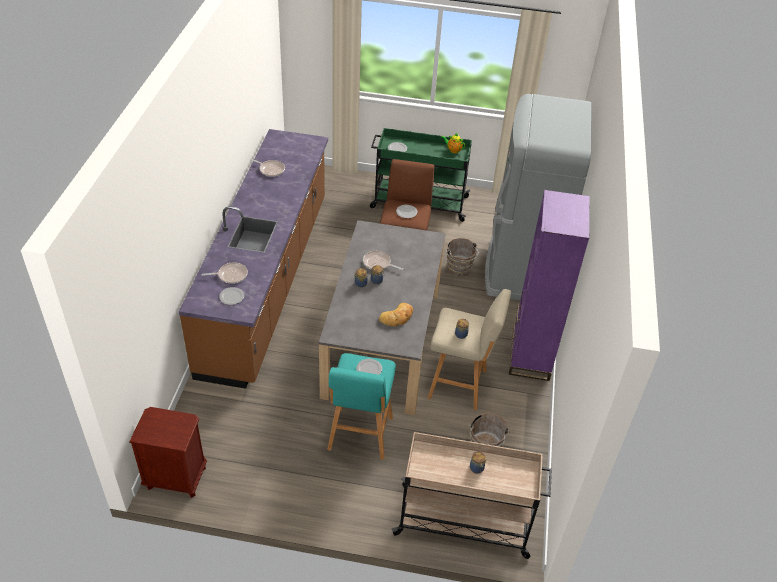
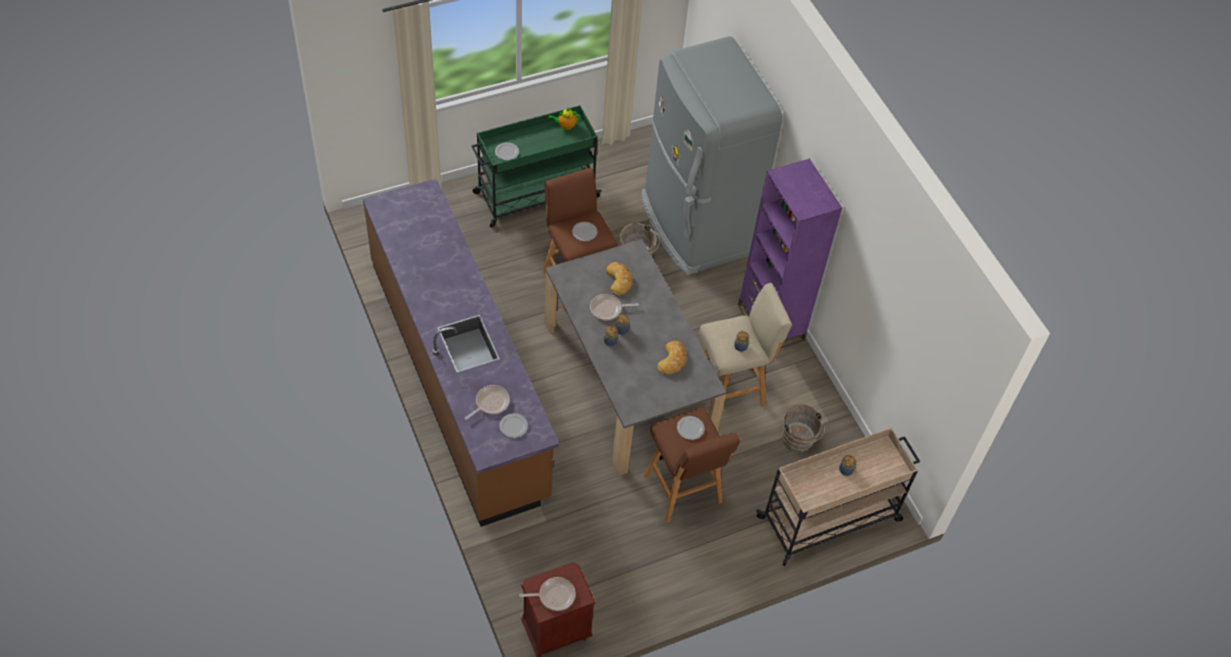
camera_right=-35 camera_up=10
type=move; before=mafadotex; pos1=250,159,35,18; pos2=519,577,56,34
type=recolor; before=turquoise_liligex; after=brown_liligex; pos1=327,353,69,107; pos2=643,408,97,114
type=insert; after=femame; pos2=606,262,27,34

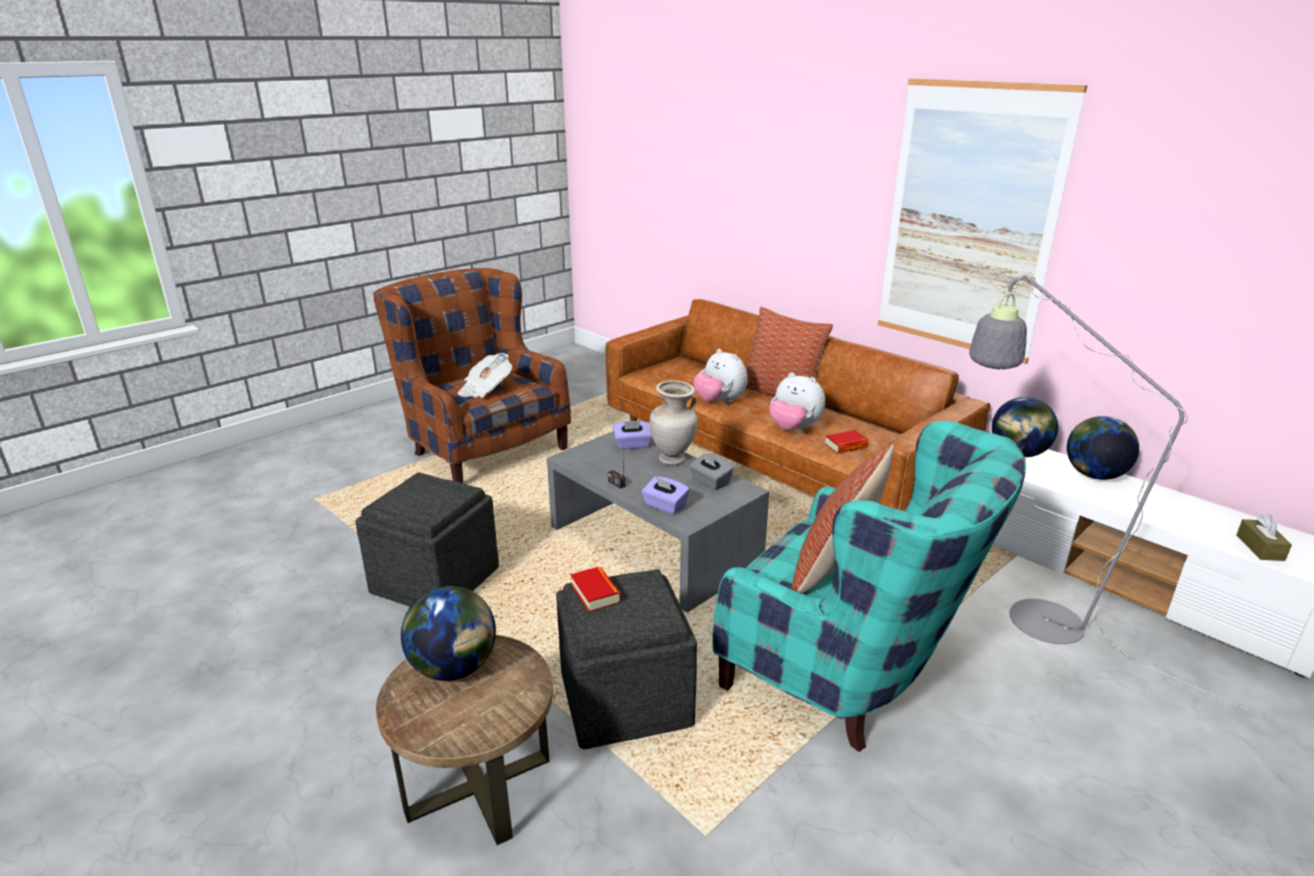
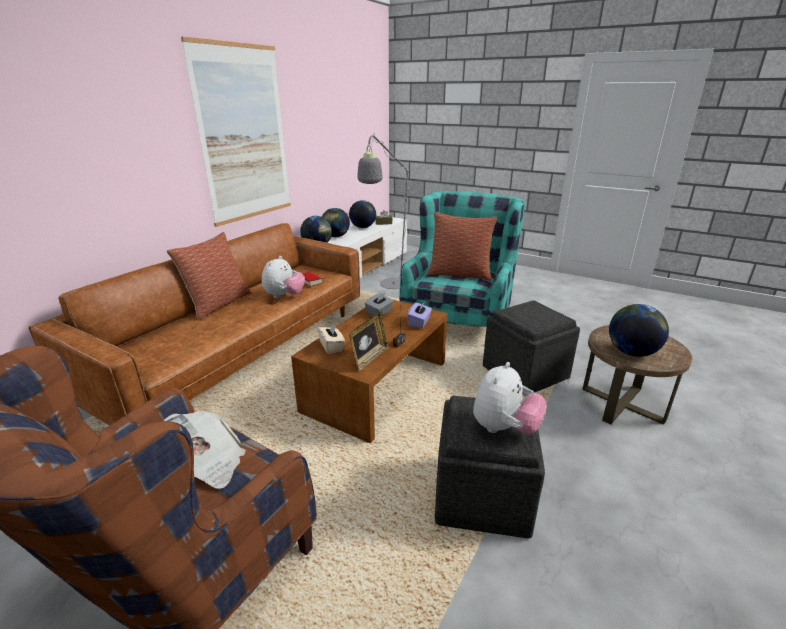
camera_right=-105 camera_up=0
type=recolor; before=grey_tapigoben; after=brown_tapigoben; pos1=547,431,222,182; pos2=291,300,157,143
type=delete; before=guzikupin; pos1=570,567,51,45
type=recolor; before=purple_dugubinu; after=beige_dugubinu; pos1=612,421,40,29; pos2=317,323,28,31
type=delete; before=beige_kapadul; pos1=650,380,48,85
type=move; before=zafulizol; pos1=694,349,54,53; pos2=473,362,74,73
type=insert; after=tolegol; pos2=349,200,27,28
type=insert; after=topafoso; pos2=349,312,41,59

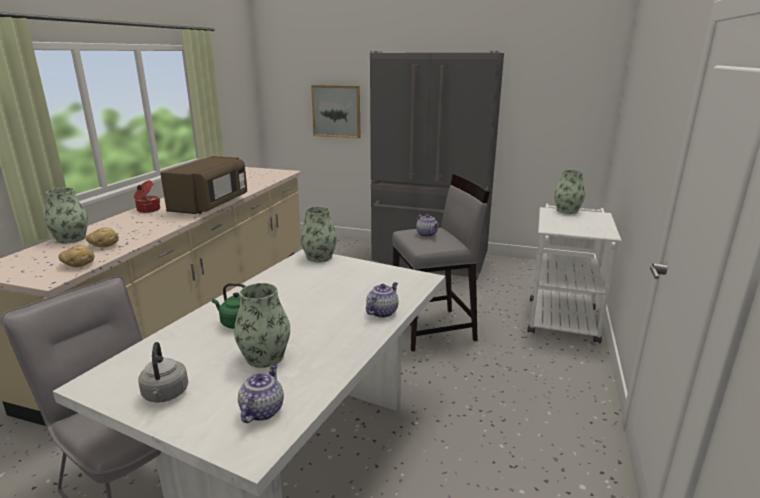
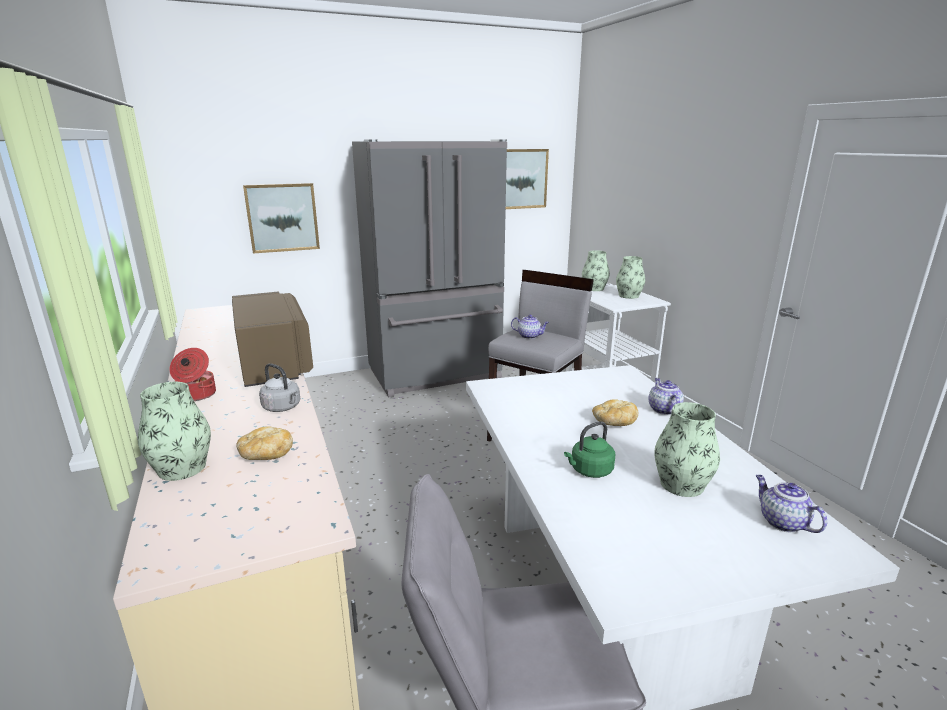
camera_right=-40 camera_up=0
type=move; before=femame; pos1=58,245,37,22; pos2=592,399,46,27
type=move; before=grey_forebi; pos1=138,342,50,61; pos2=259,363,41,49
type=move; before=kapadul; pos1=300,207,37,55; pos2=616,256,29,43
type=insert; after=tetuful; pos2=506,149,43,60

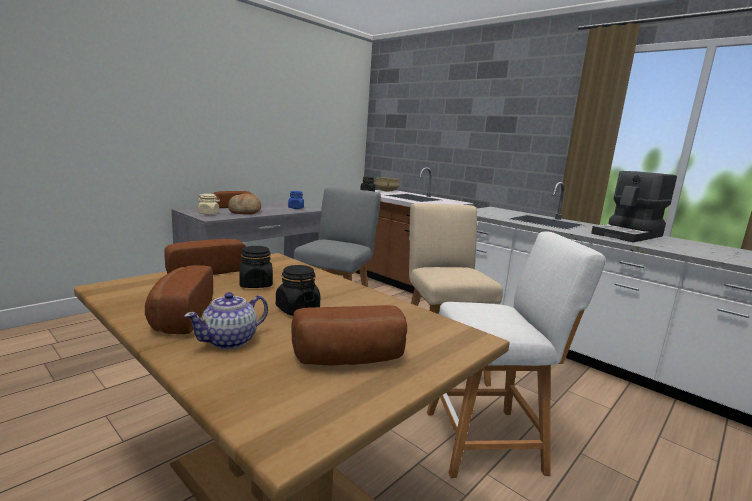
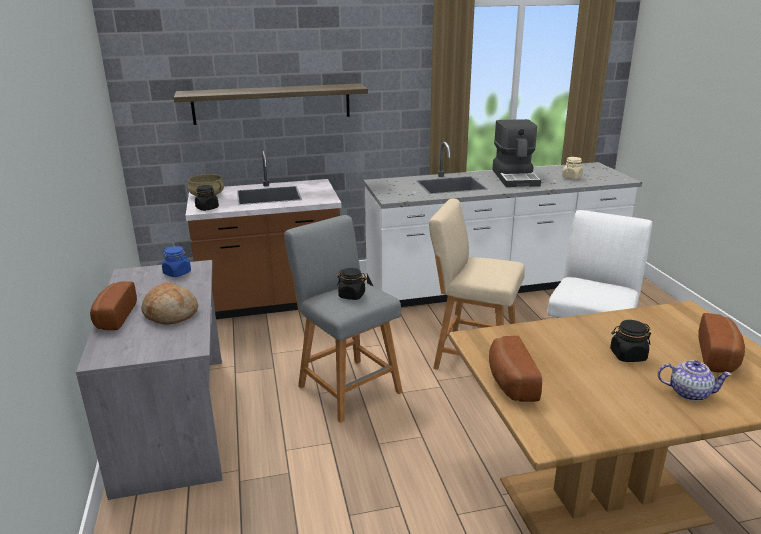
camera_right=-55 camera_up=10
type=delete; before=femame; pos1=145,265,68,69
type=rotate; before=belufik; pos1=184,292,84,57; pos2=658,360,74,41; turn=-60
type=move; before=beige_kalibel; pos1=198,194,22,21; pos2=562,157,21,22
type=move; before=black_kalibel; pos1=239,246,34,42; pos2=337,268,30,32
type=insert; after=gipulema; pos2=174,83,194,42

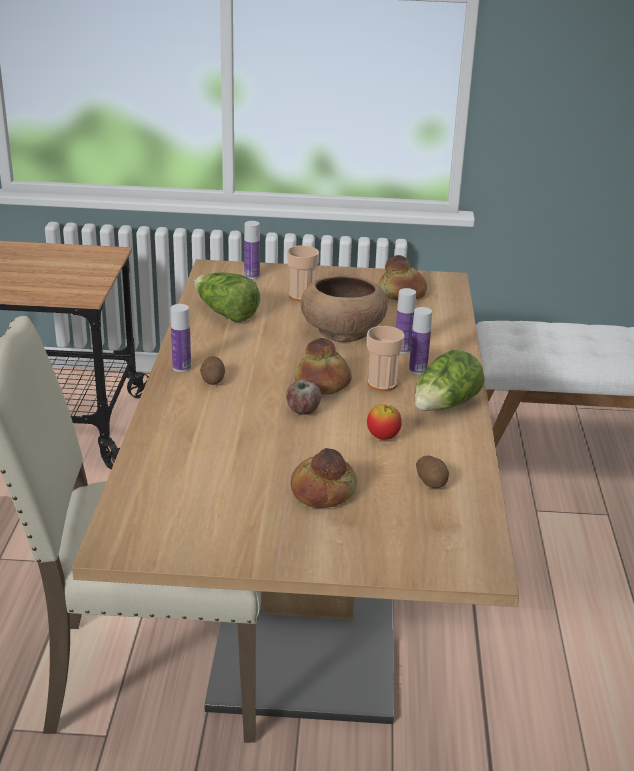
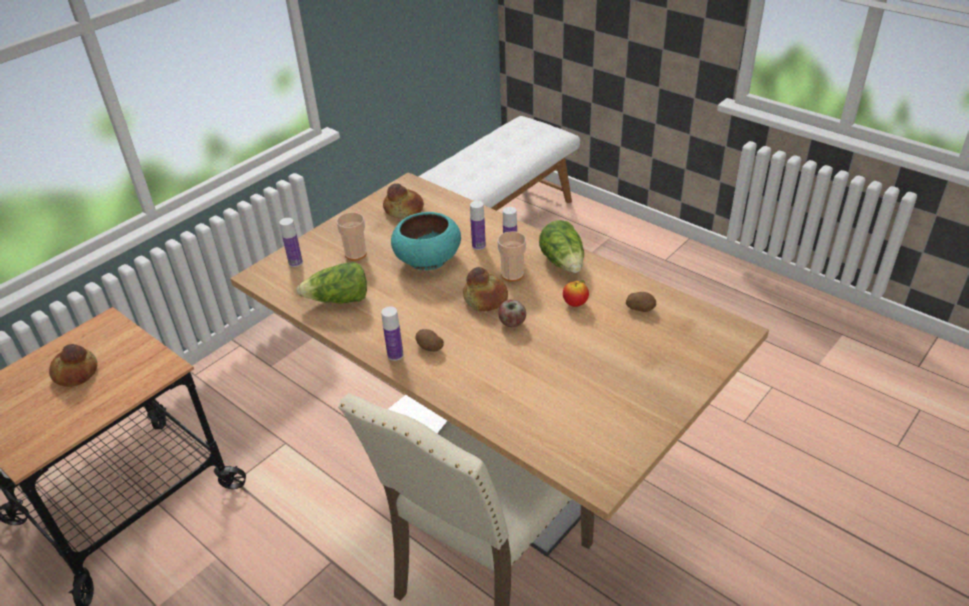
camera_right=-50 camera_up=10
type=move; before=femame; pos1=291,448,67,60; pos2=49,344,49,43
type=recolor; before=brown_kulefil; after=turquoise_kulefil; pos1=301,275,87,67; pos2=391,212,70,58

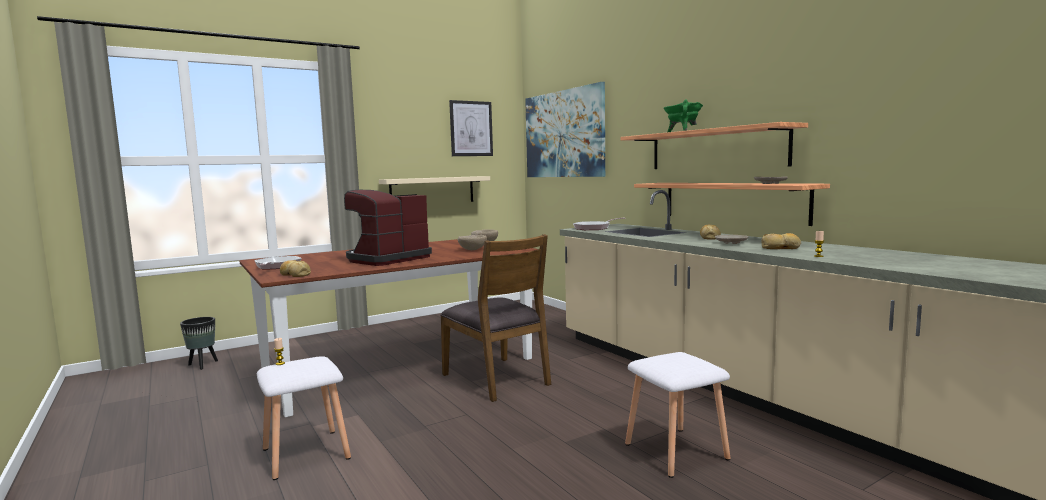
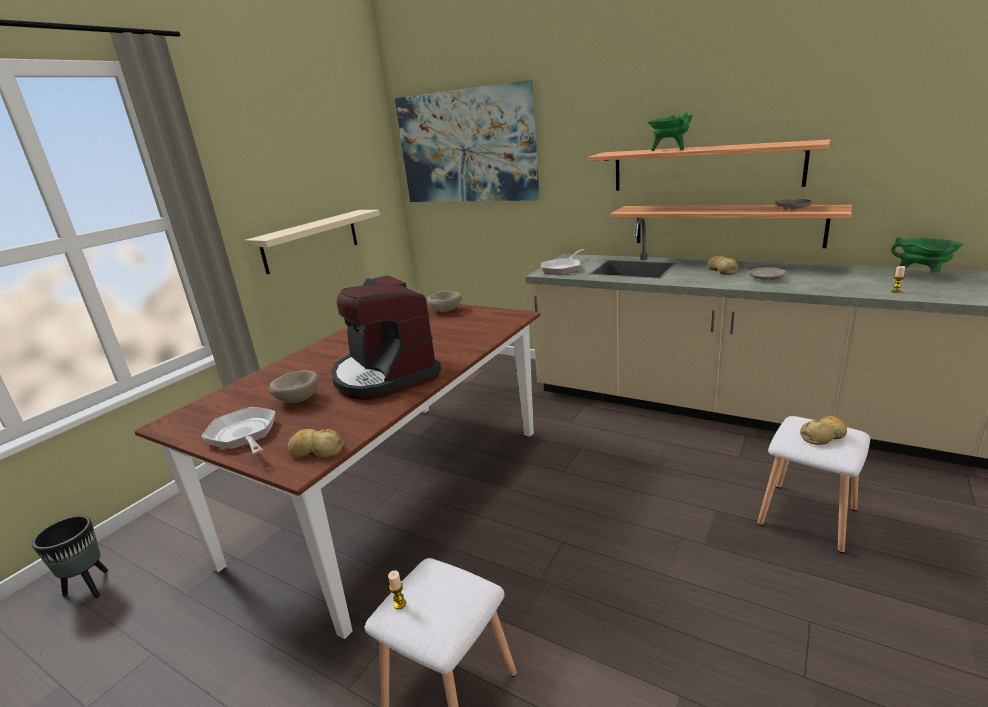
camera_right=-25 camera_up=15
type=rotate; before=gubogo; pos1=344,190,88,76; pos2=331,275,110,125; turn=-45
type=delete; before=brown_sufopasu; pos1=440,234,111,168
type=delete; before=tetuful; pos1=449,100,44,56
type=move; before=beige_kulefil; pos1=458,235,29,15; pos2=269,370,50,33
type=move; before=femame; pos1=761,233,40,16; pos2=800,416,47,29
type=insert; after=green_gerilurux; pos2=891,237,72,36

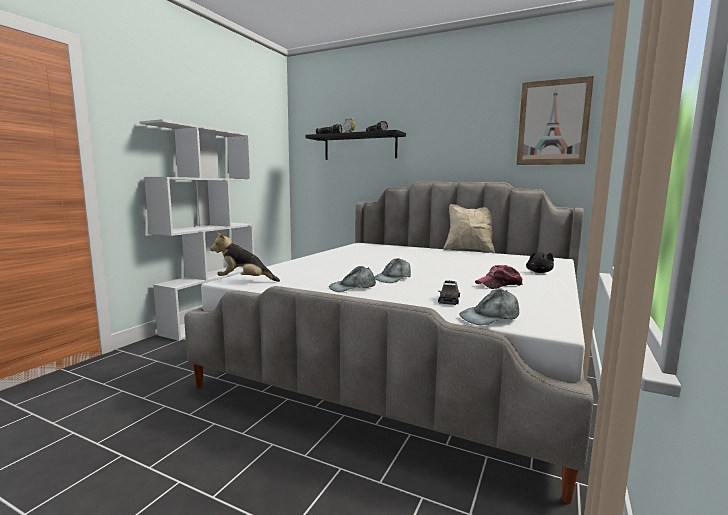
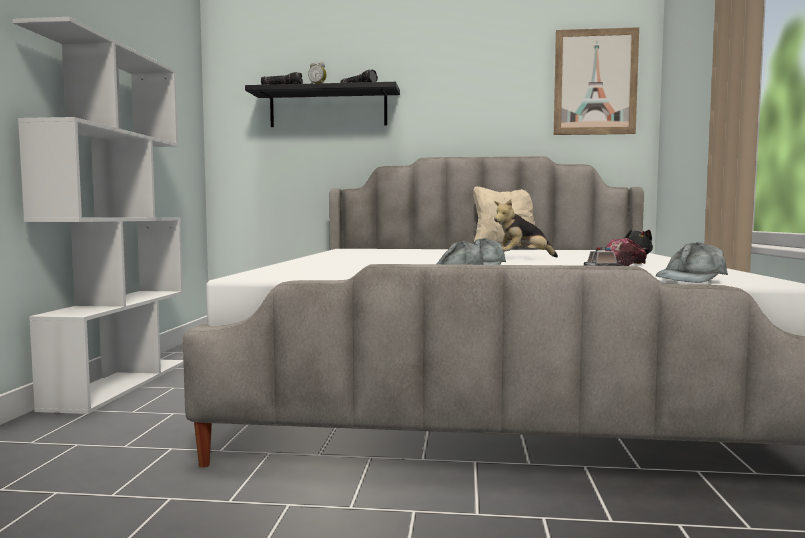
camera_right=-20 camera_up=-5
type=move; before=zafulizol; pos1=210,233,70,49; pos2=494,199,64,59

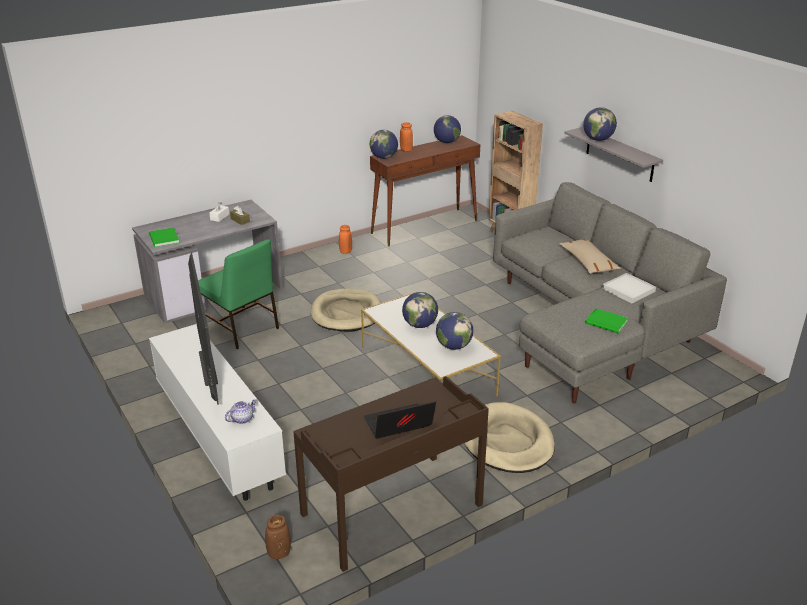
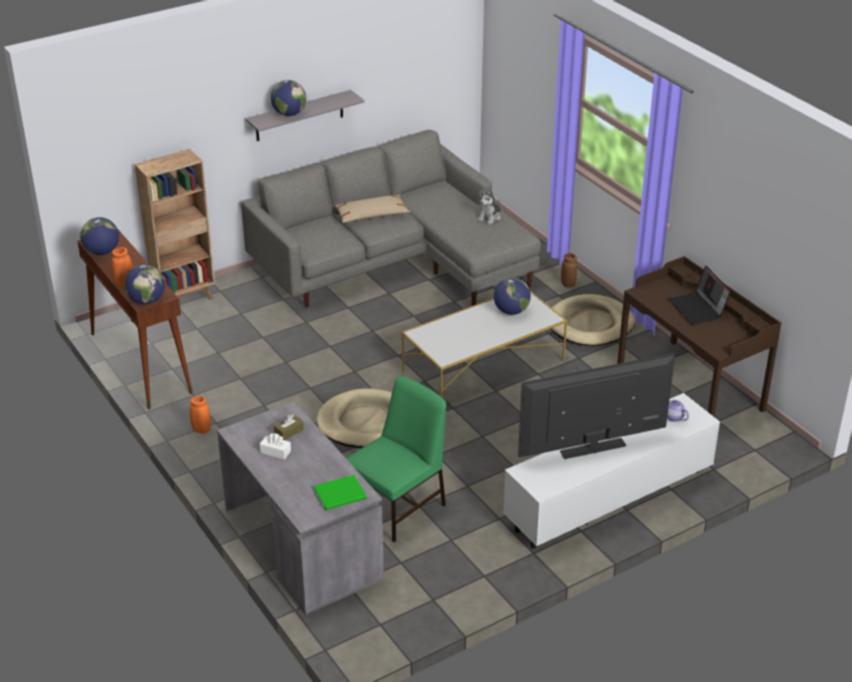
camera_right=-90 camera_up=5
type=move; before=brown_kapadul; pos1=265,515,26,44; pos2=561,253,16,35
type=delete; before=tolegol; pos1=402,292,36,36
type=replace; before=green_guzikupin; after=zafulizol; pos1=585,308,43,25; pos2=478,190,23,35
type=delete; before=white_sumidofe; pos1=602,273,54,30

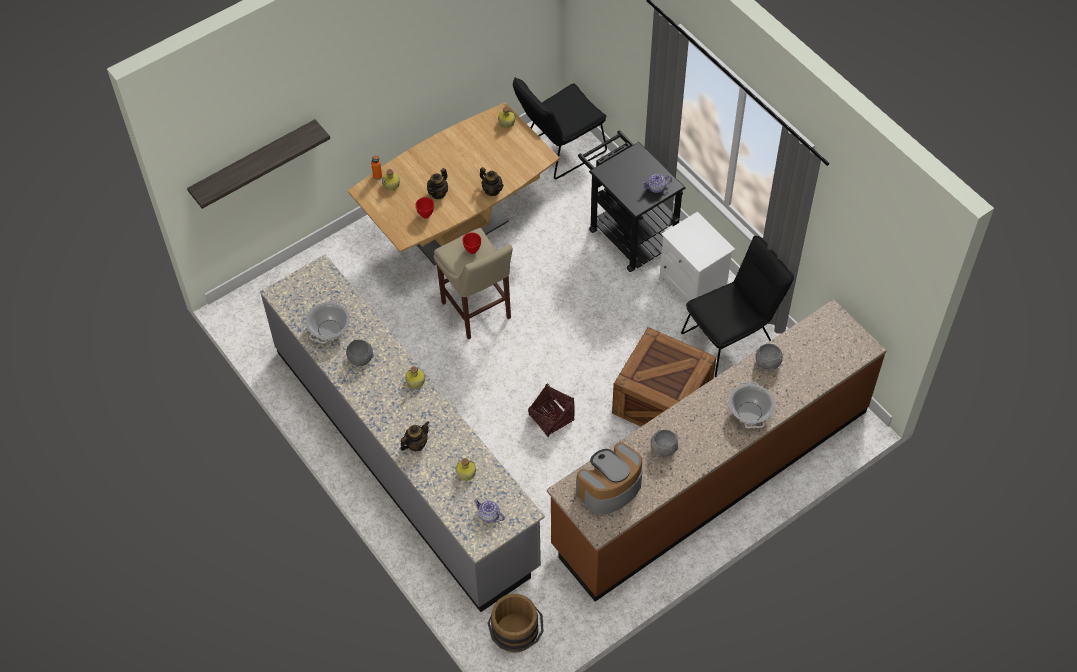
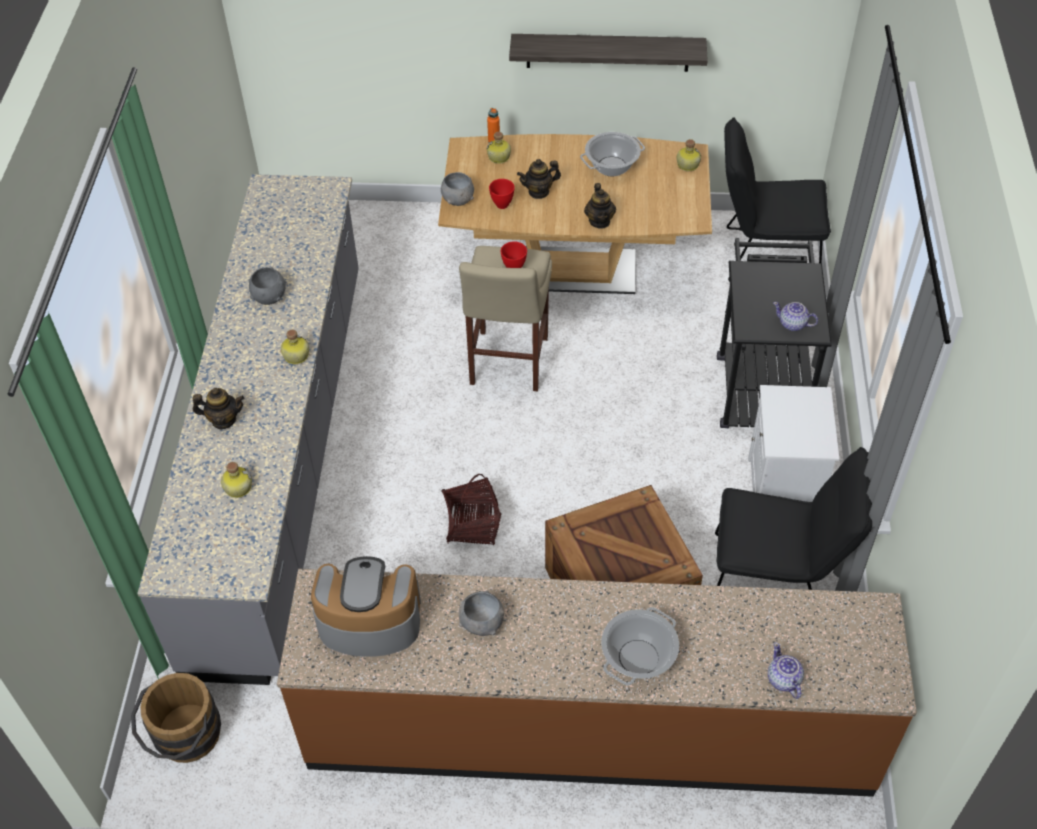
camera_right=40 camera_up=-5
type=move; before=gipulema; pos1=187,119,143,90; pos2=509,34,199,38
type=move; before=gerilurux; pos1=306,300,44,44; pos2=580,132,65,44
type=move; before=belufik; pos1=474,499,31,24; pos2=768,642,36,57
type=move; before=grey_kulefil; pos1=756,344,27,27; pos2=441,172,33,34

